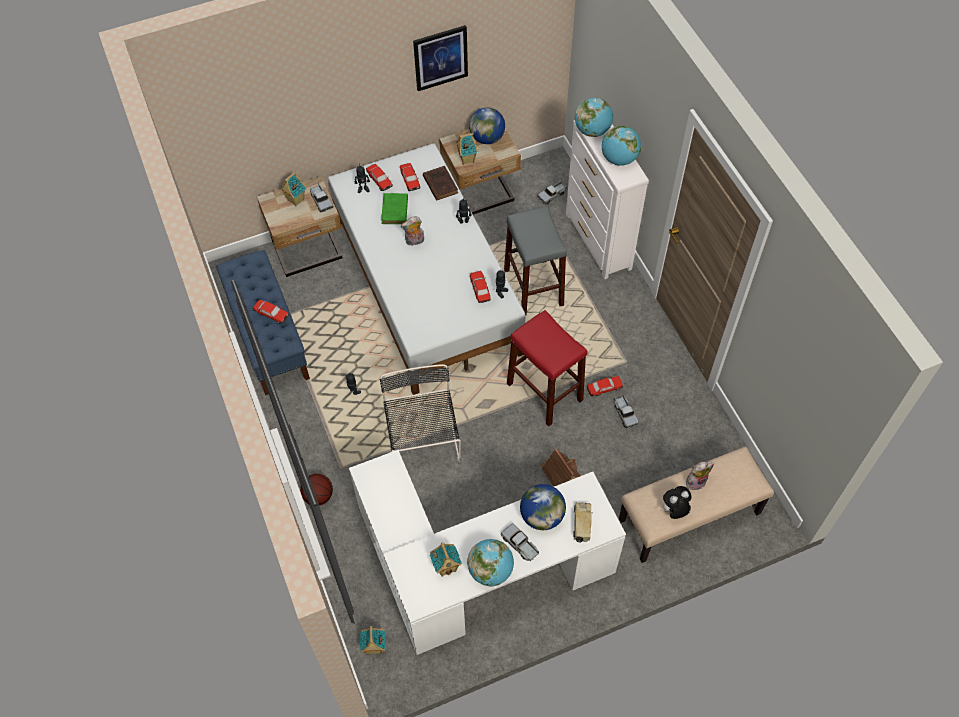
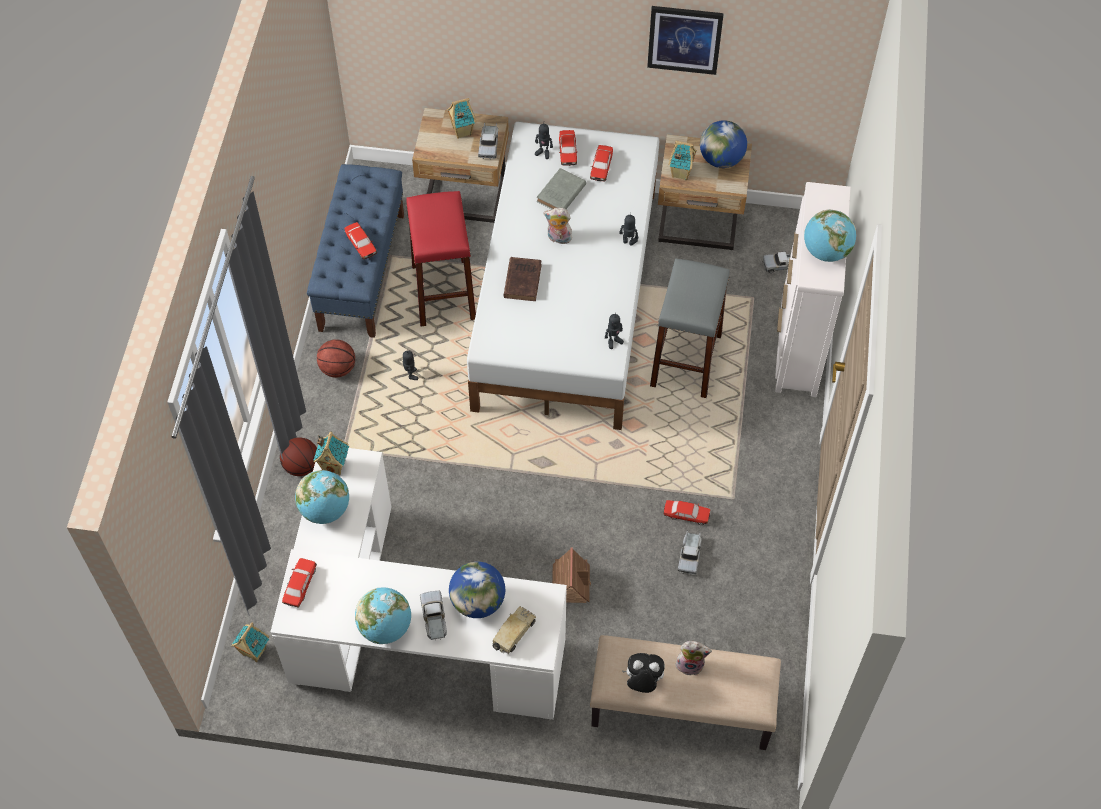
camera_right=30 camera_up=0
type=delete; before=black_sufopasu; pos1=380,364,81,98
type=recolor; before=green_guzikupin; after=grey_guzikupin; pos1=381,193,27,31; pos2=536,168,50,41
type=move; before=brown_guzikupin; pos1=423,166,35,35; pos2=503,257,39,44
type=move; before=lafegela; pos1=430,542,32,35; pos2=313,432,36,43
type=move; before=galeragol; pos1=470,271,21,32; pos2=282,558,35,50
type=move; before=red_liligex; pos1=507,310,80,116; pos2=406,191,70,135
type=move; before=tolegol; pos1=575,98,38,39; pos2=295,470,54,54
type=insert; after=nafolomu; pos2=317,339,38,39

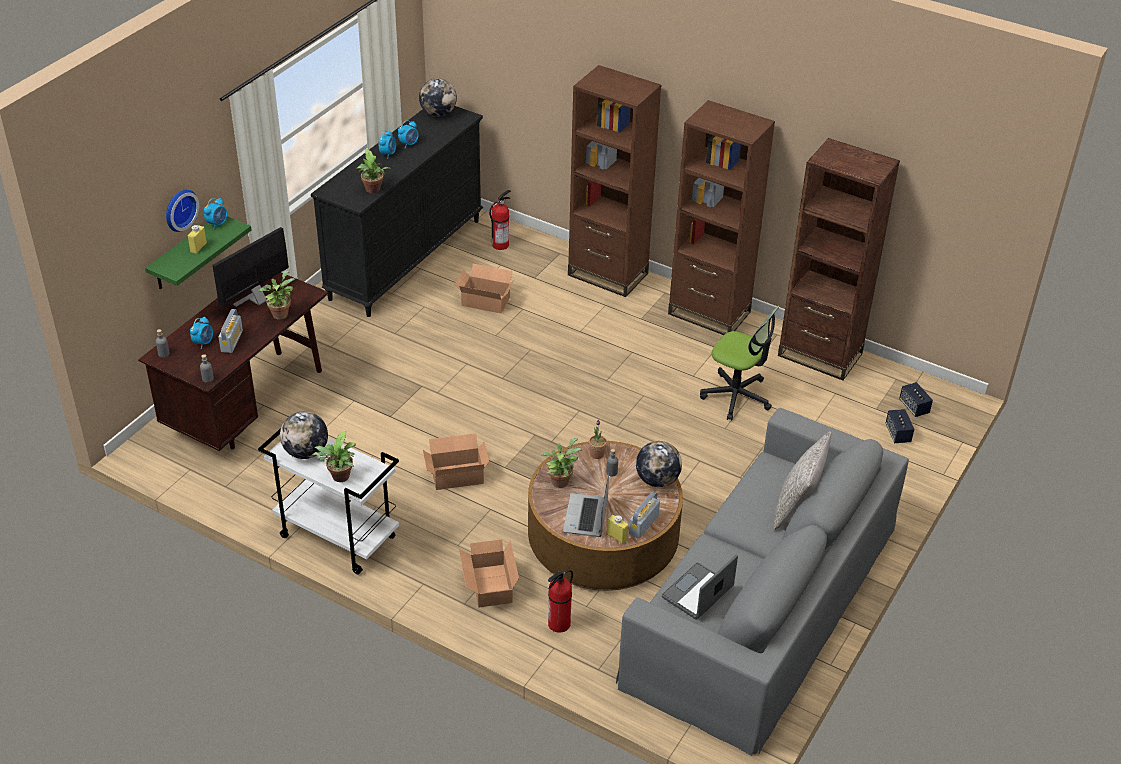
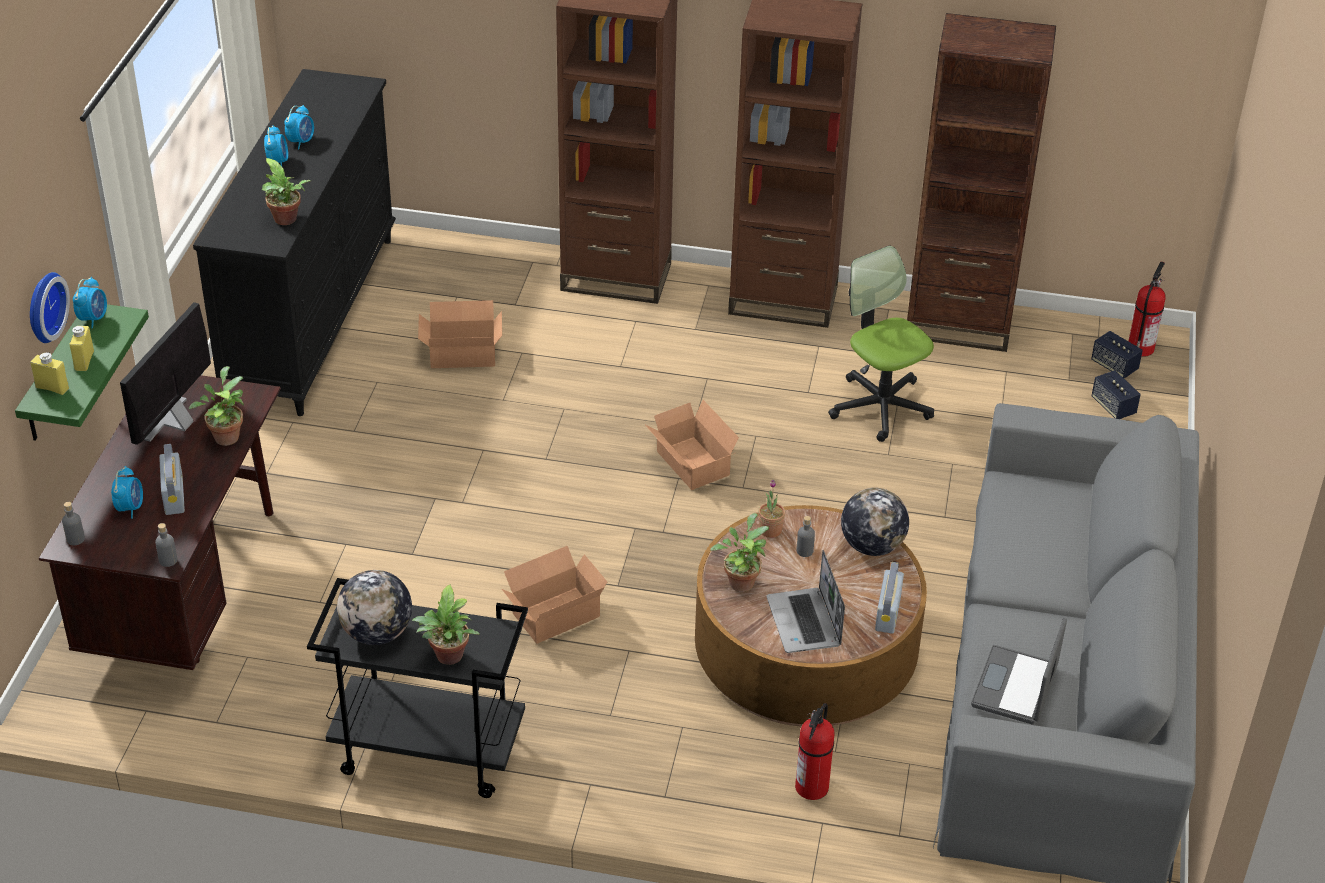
camera_right=-20 camera_up=0
type=recolor; before=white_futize; after=black_futize; pos1=258,428,141,147; pos2=307,578,221,220
type=delete; before=tolegol; pos1=419,78,38,39
type=move; before=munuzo; pos1=459,539,60,68; pos2=644,400,95,90
type=move; before=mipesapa; pos1=489,190,22,60; pos2=1129,262,37,95
type=move; before=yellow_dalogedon; pos1=607,515,22,29; pos2=30,352,39,43
type=rotate; before=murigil; pos1=700,306,80,115; pos2=828,246,106,196; turn=-135
type=delete; before=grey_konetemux; pos1=773,431,59,99

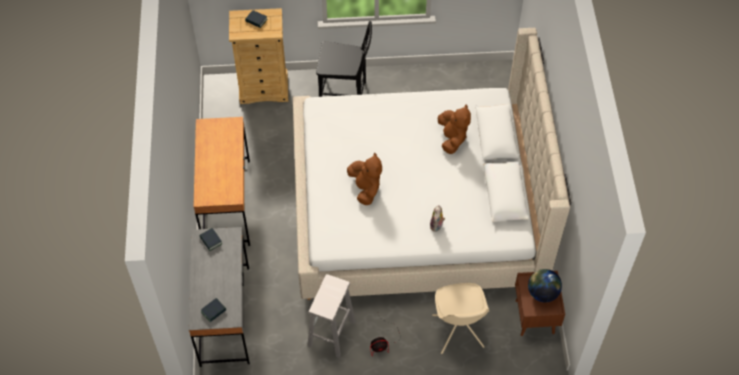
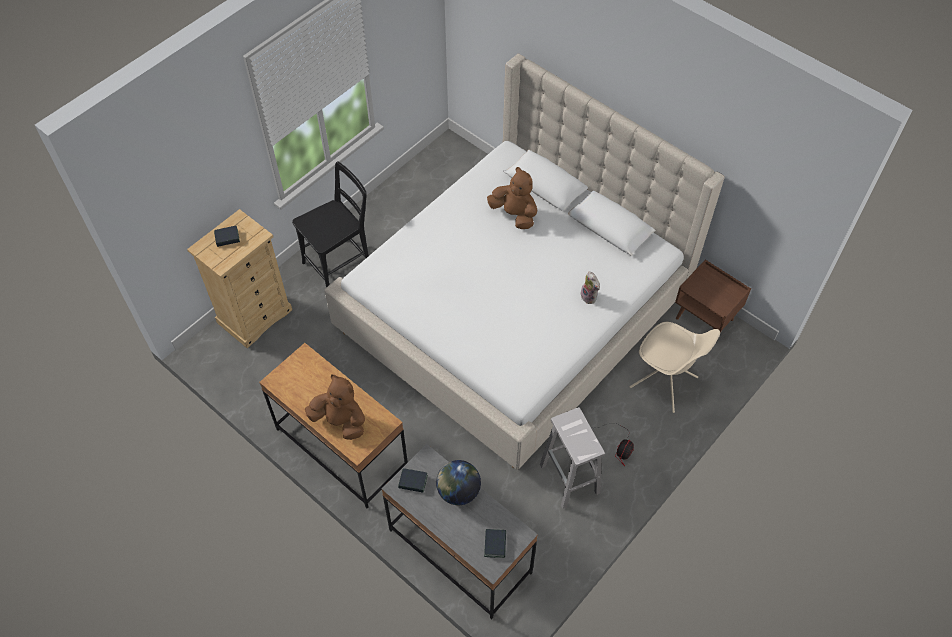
camera_right=-45 camera_up=0
type=move; before=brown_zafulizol; pos1=347,153,35,52; pos2=305,374,60,66
type=move; before=tolegol; pos1=528,269,34,33; pos2=436,460,45,45

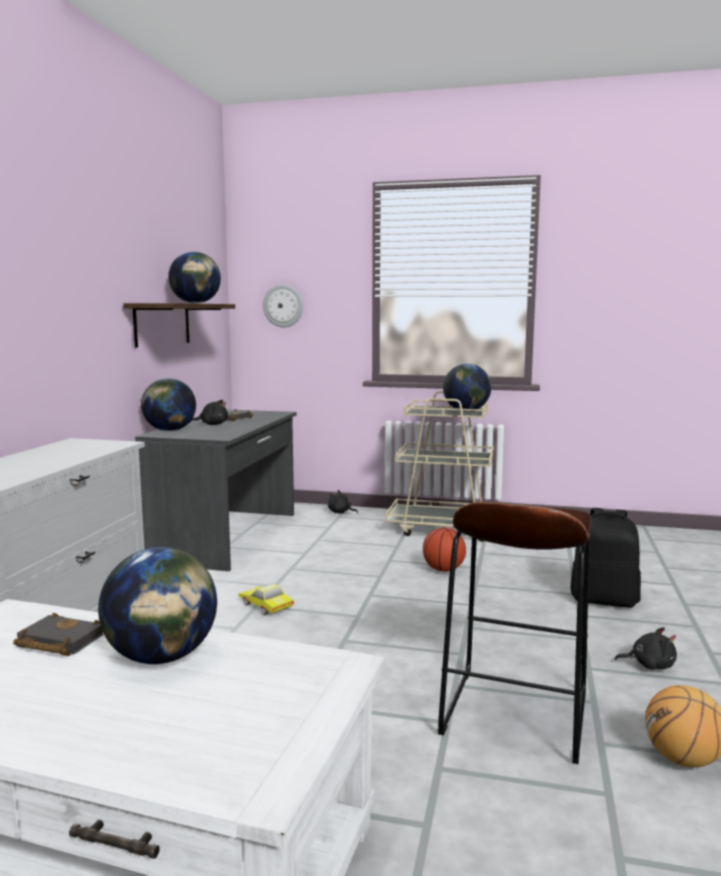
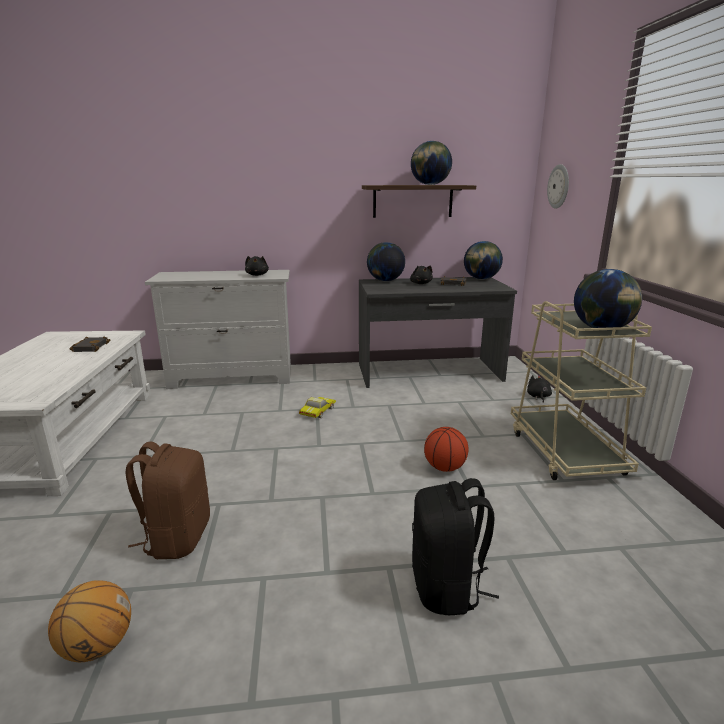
camera_right=70 camera_up=10
type=move; before=tolegol; pos1=98,547,119,117; pos2=464,241,39,38
type=replace; before=brown_liligex; after=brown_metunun; pos1=438,501,153,263; pos2=125,442,85,117
type=move; before=black_zafulizol; pos1=615,627,62,43; pos2=245,256,24,20

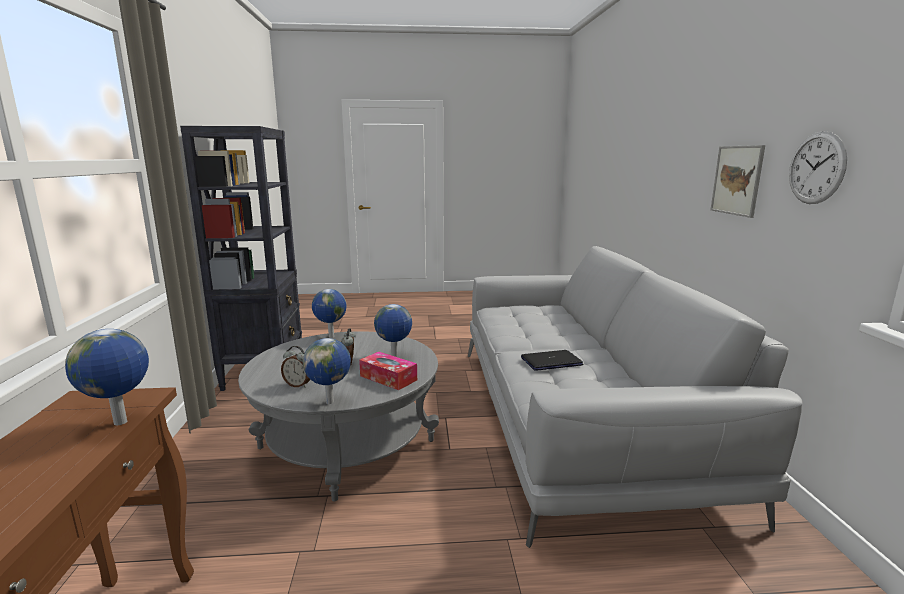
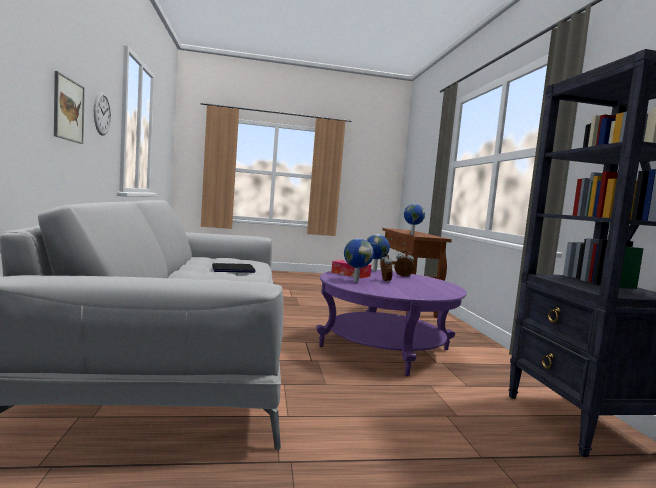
camera_right=175 camera_up=-10
type=recolor; before=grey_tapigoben; after=purple_tapigoben; pos1=238,331,201,170; pos2=316,270,151,106
type=delete; before=tolegol; pos1=312,289,35,49

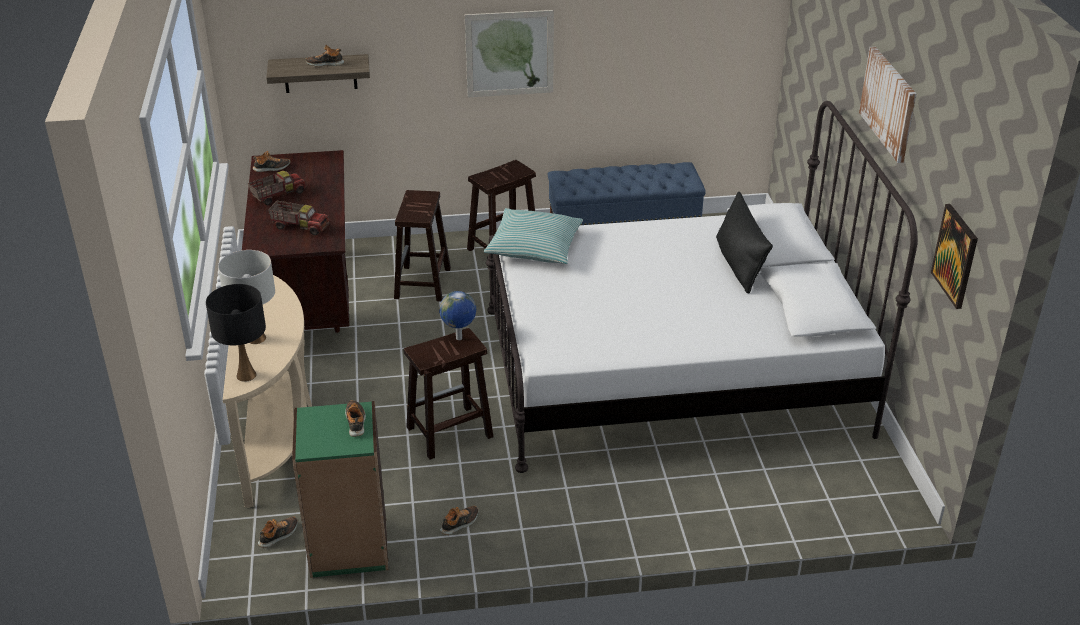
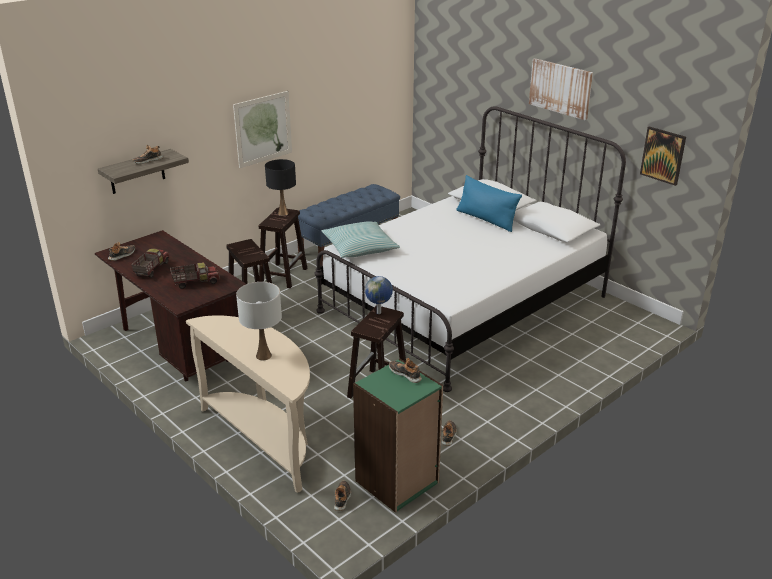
camera_right=-35 camera_up=-5
type=move; before=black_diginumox; pos1=206,284,60,98; pos2=265,159,31,57
type=recolor; before=black_konetemux; after=blue_konetemux; pos1=716,192,57,102; pos2=456,175,66,57

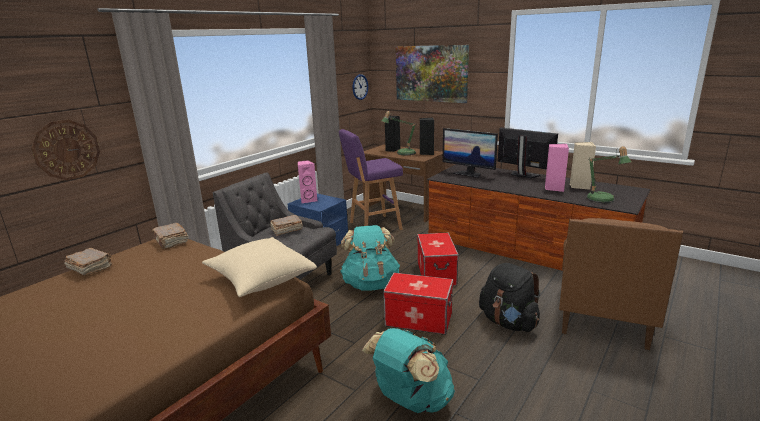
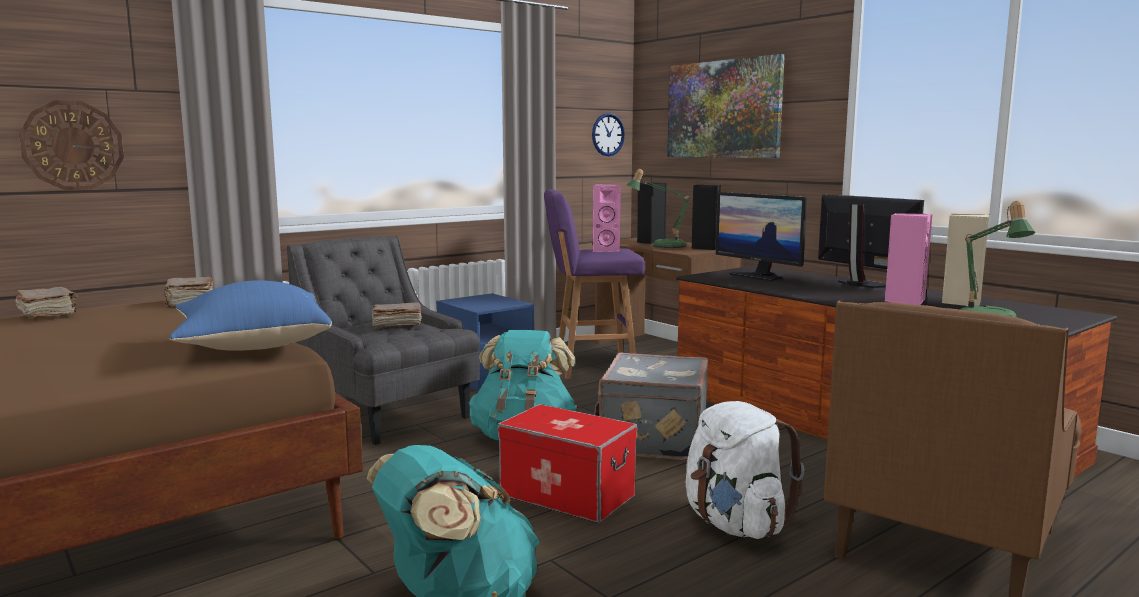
camera_right=15 camera_up=-10
type=recolor; before=beige_konetemux; after=blue_konetemux; pos1=202,237,115,60; pos2=169,280,163,71
type=move; before=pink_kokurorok; pos1=298,160,19,43; pos2=593,184,28,68
type=replace; before=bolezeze; after=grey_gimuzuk; pos1=417,233,42,53; pos2=594,353,114,107
type=recolor; before=black_metunun; after=white_metunun; pos1=479,263,61,69; pos2=686,401,119,138

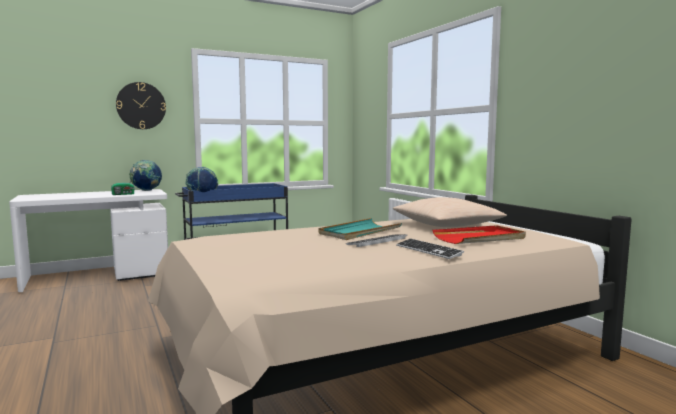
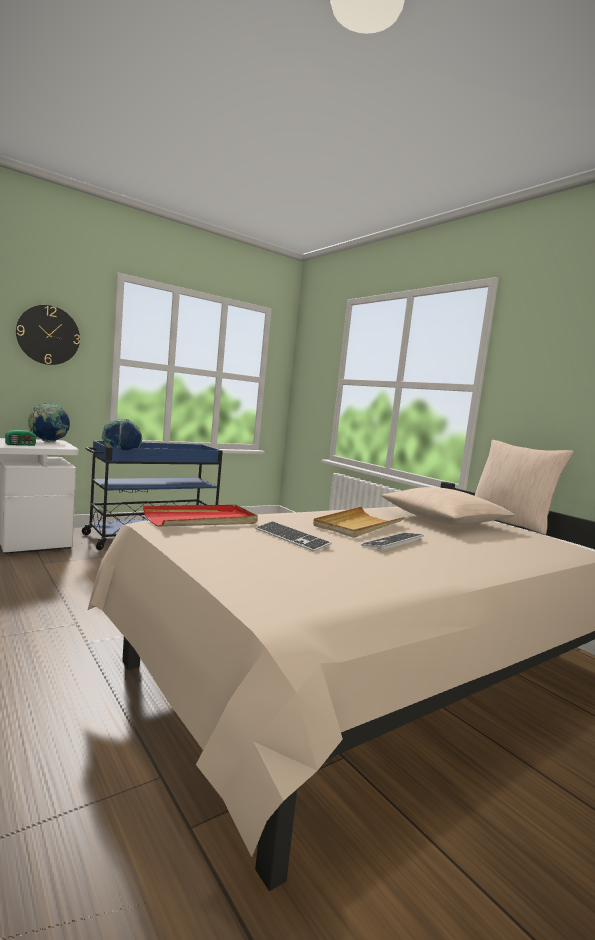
camera_right=-10 camera_up=0
type=recolor; before=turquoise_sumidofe; after=beige_sumidofe; pos1=319,218,83,22; pos2=313,506,91,32
type=move; before=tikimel; pos1=396,239,68,20; pos2=256,521,76,31
type=move; before=red_sumidofe; pos1=433,225,93,19; pos2=143,505,115,22
type=insert; after=beige_konetemux; pos2=475,440,99,95

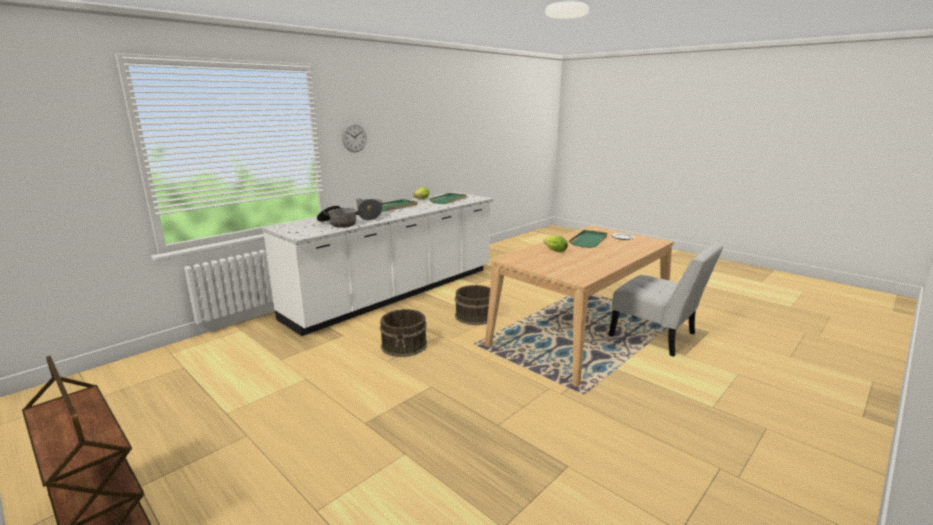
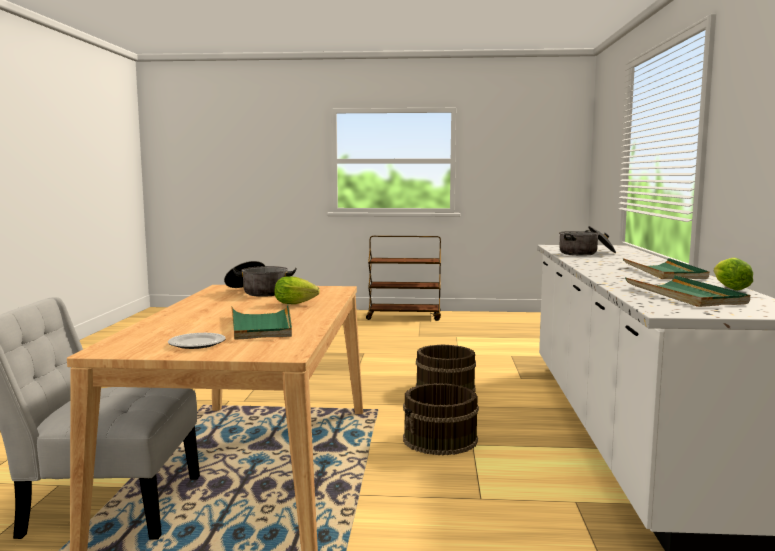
camera_right=140 camera_up=-10
type=delete; before=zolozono; pos1=342,122,25,30
type=move; before=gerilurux; pos1=356,199,26,21; pos2=224,261,73,36

